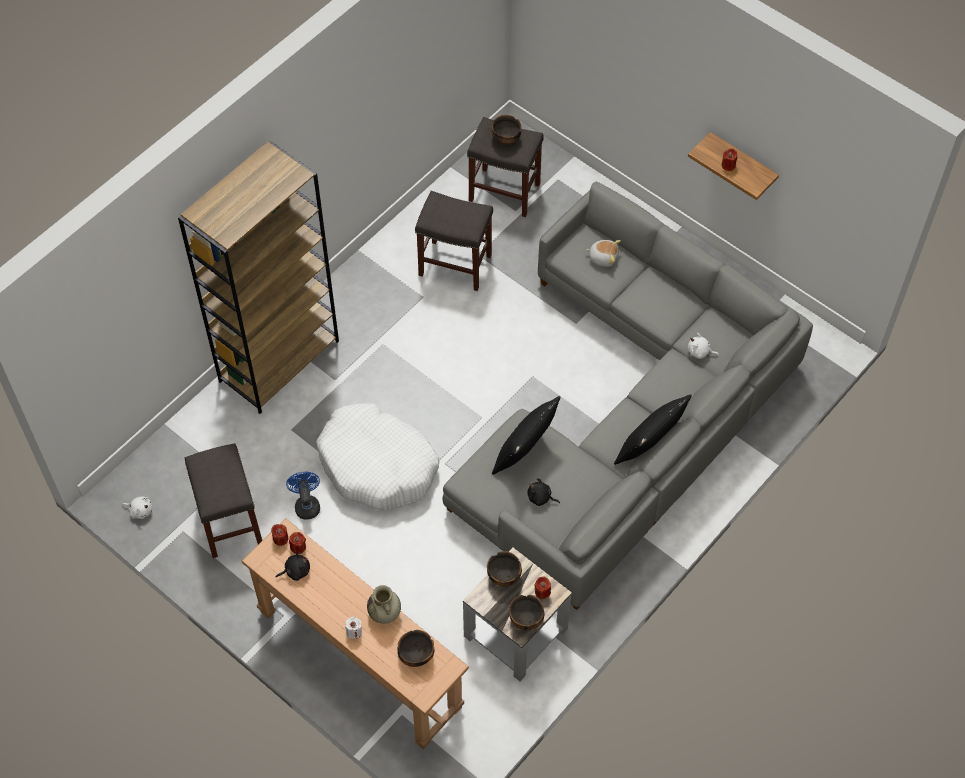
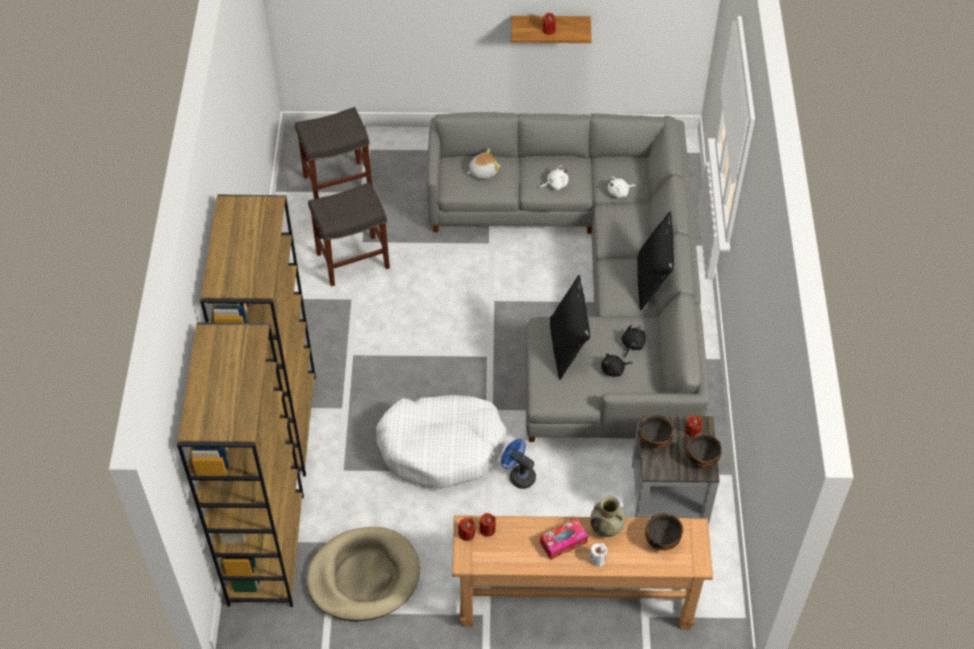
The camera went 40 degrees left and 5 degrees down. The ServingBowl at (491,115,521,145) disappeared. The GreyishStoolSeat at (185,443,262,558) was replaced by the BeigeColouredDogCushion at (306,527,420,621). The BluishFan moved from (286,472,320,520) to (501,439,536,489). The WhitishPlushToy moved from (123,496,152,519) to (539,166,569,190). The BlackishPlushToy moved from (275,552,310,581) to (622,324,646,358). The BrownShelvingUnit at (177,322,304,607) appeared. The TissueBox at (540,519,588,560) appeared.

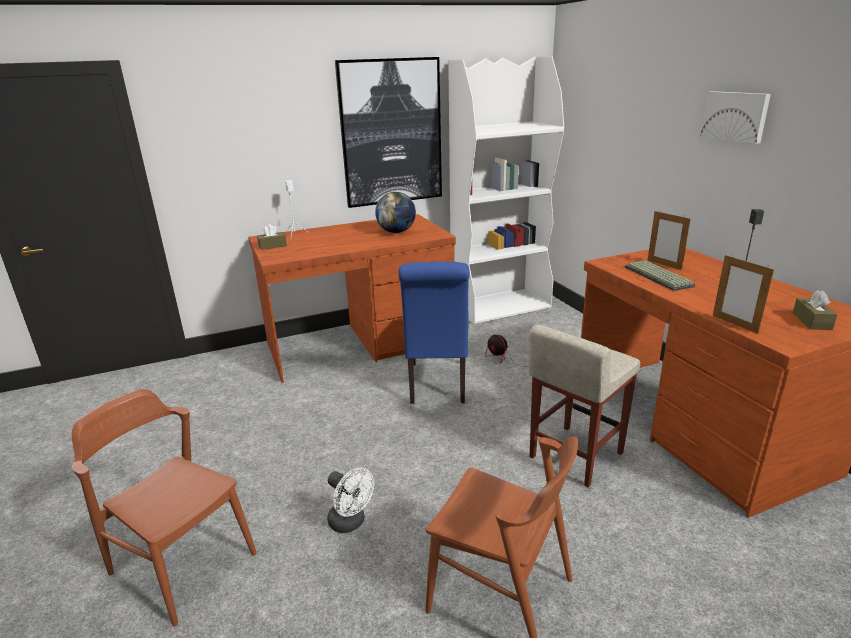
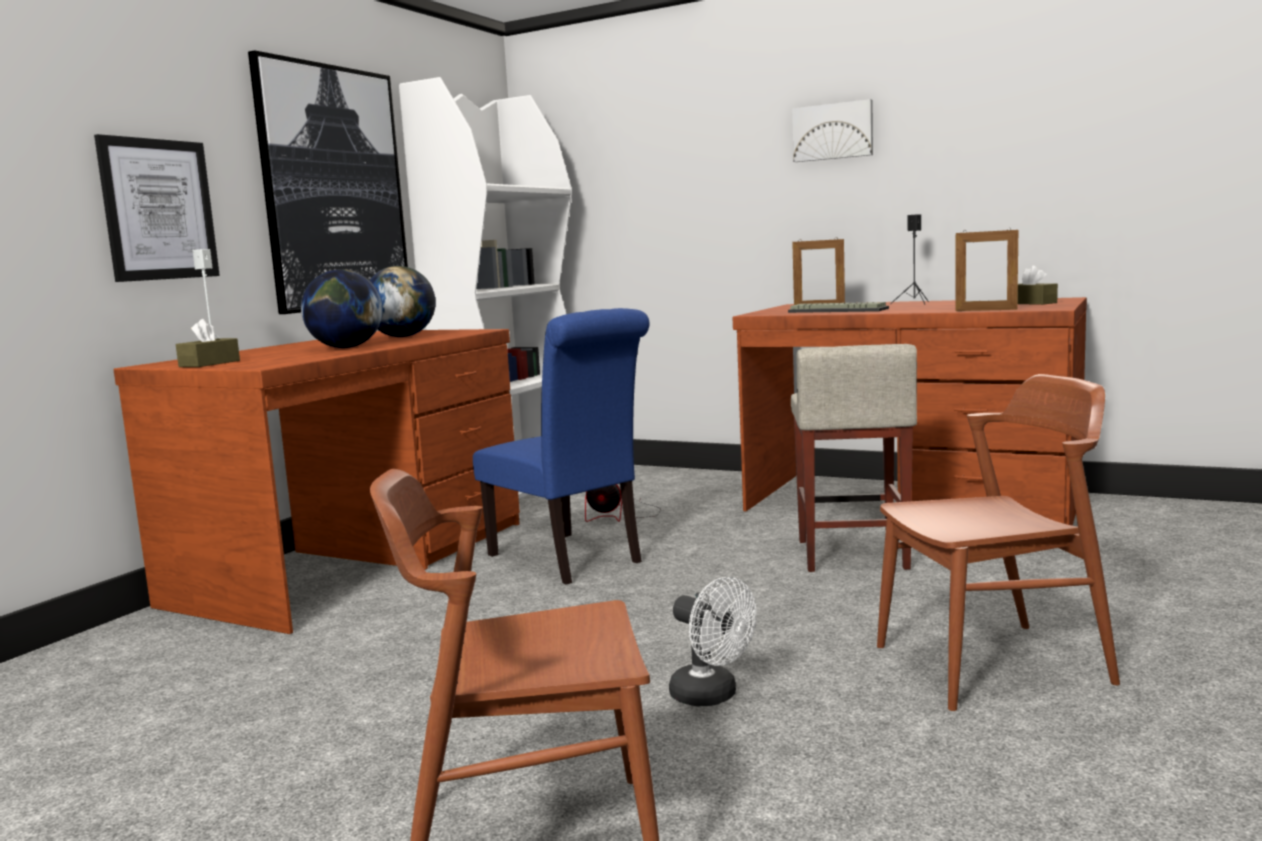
The camera went 40 degrees left and 15 degrees down. The WhitishFan at (327,468,374,533) turned 45 degrees clockwise. The Picture at (94,134,220,282) appeared. The Globe at (301,269,383,348) appeared.

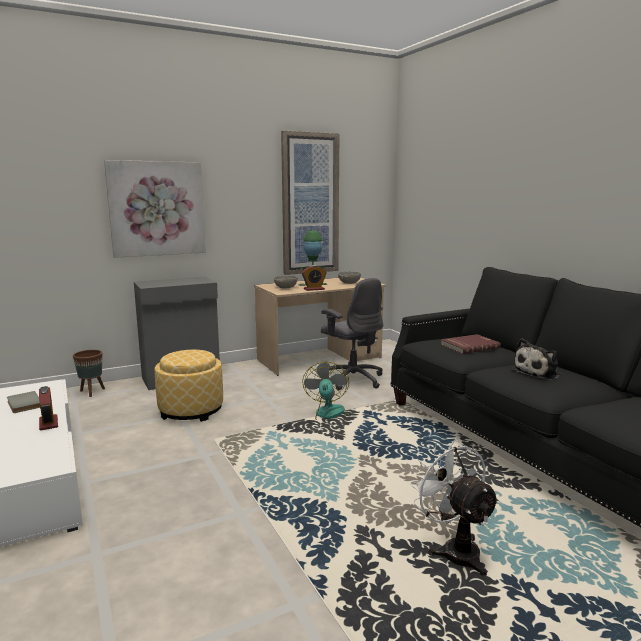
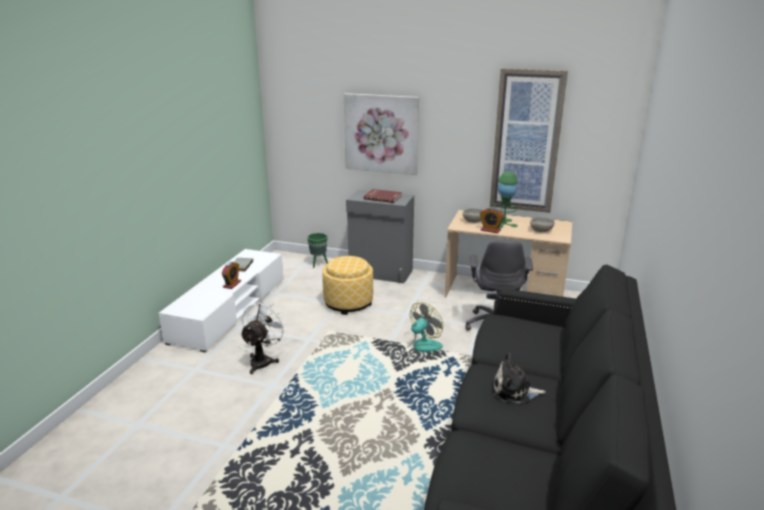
The camera went 45 degrees right and 10 degrees up. The RedColouredVolume moved from (441,334,501,354) to (364,189,402,203). The BrownPlantPot at (73,350,105,397) became the GreenishPlantPot at (307,233,328,268). The WhitishFan moved from (410,440,500,576) to (240,300,288,374).

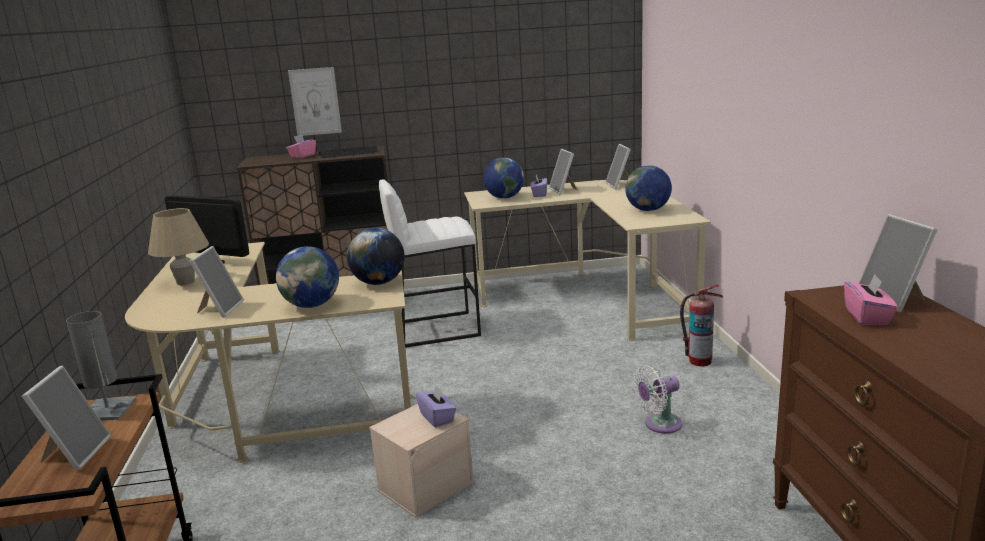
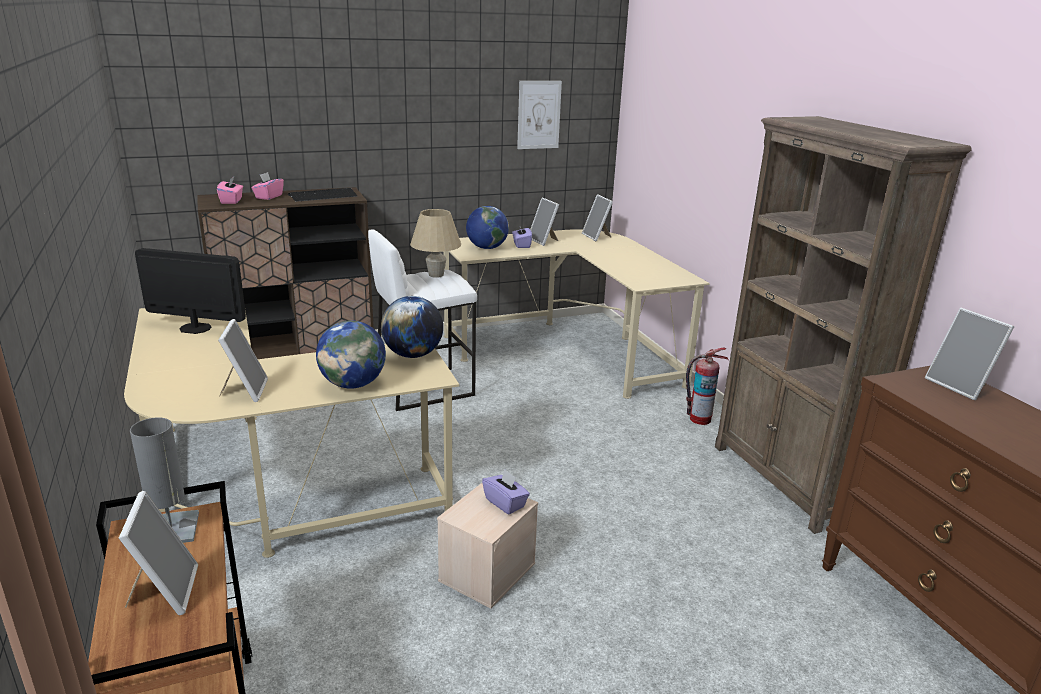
The camera went 15 degrees left and 5 degrees up. The Picture moved from (288,67,342,136) to (517,81,562,149). The Globe at (625,165,672,211) disappeared. The BeigeColouredTableLamp moved from (148,208,209,285) to (410,209,461,278). The PinkColouredTissueBox moved from (844,275,898,325) to (217,177,243,204). The WhitishFan at (634,365,682,434) disappeared. The BrownShelvingUnit at (715,116,972,534) appeared.

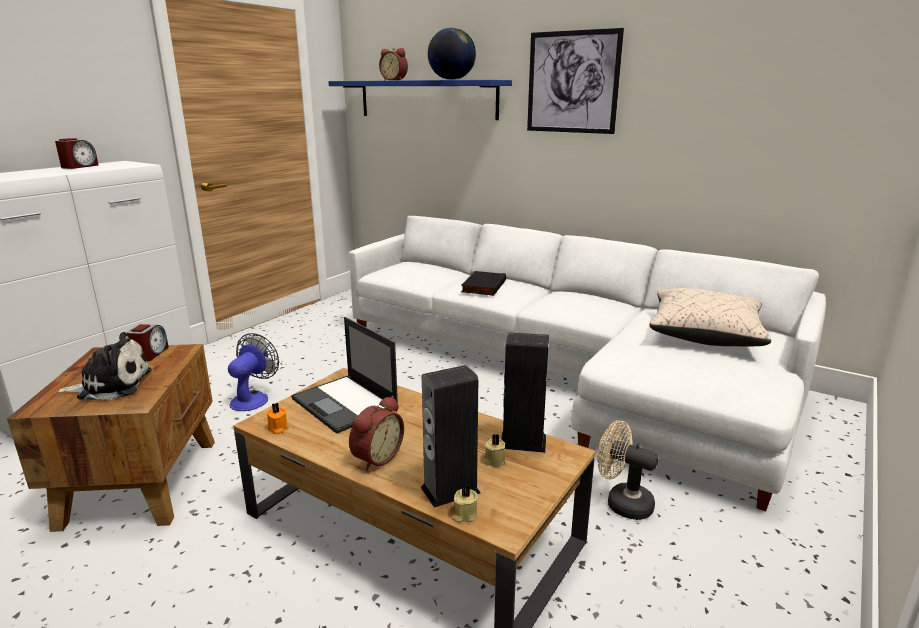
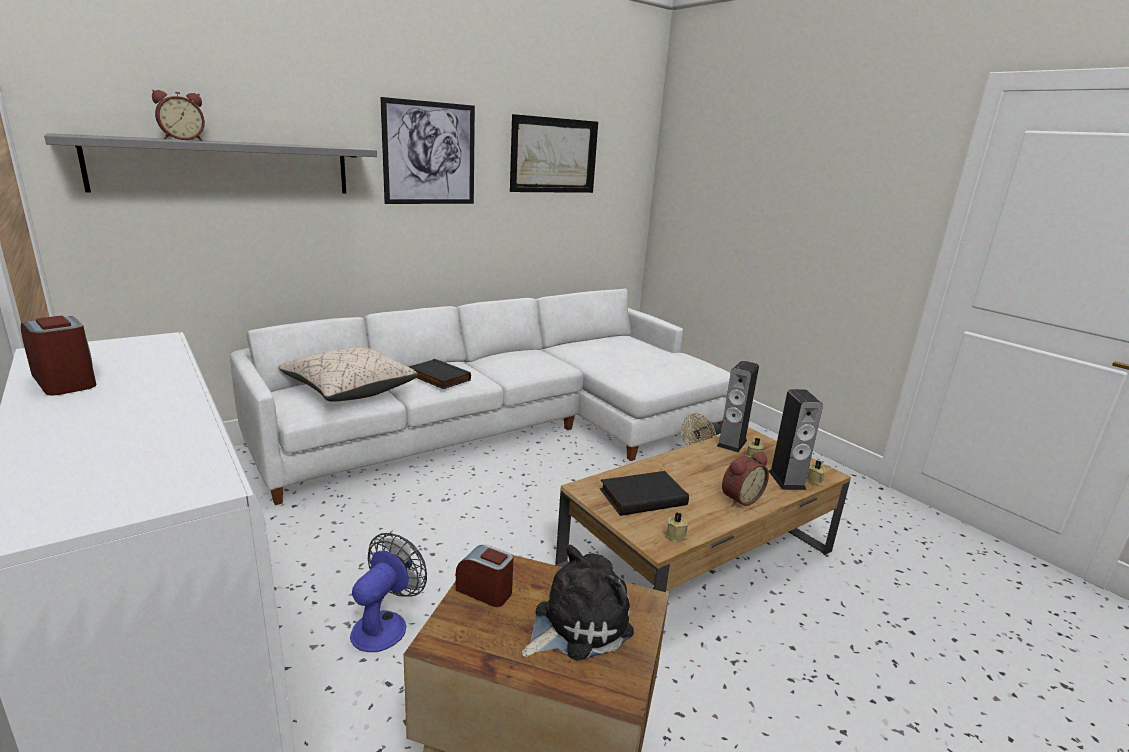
The camera went 70 degrees left and 0 degrees up. The Globe at (428,28,476,80) disappeared. The BluishWallShelf at (328,80,512,120) became the GreyishWallShelf at (44,133,377,194). The BeigeColouredPillow moved from (649,288,771,346) to (278,346,418,402). The PortableComputer at (291,317,399,434) was replaced by the BlackishVolume at (600,471,689,516). The PlushToy at (56,332,152,401) turned 45 degrees clockwise. The Fan at (228,333,279,411) turned 75 degrees clockwise. The AlarmClock at (349,396,404,471) turned 90 degrees clockwise. The OrangeWaxLight at (267,403,289,434) became the BeigeColouredWaxLight at (665,512,688,543). The Picture at (510,114,598,193) appeared.

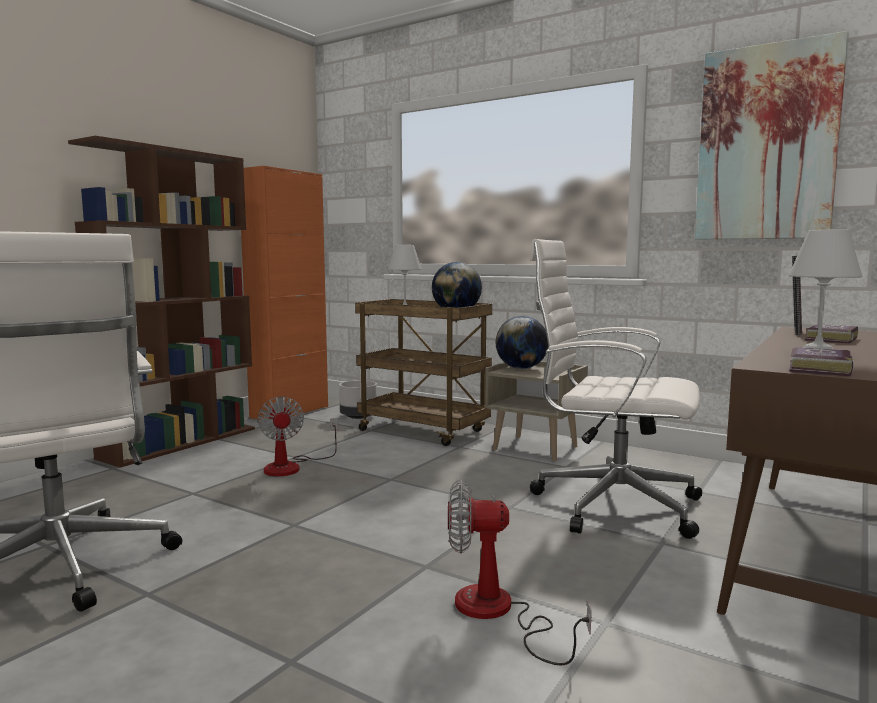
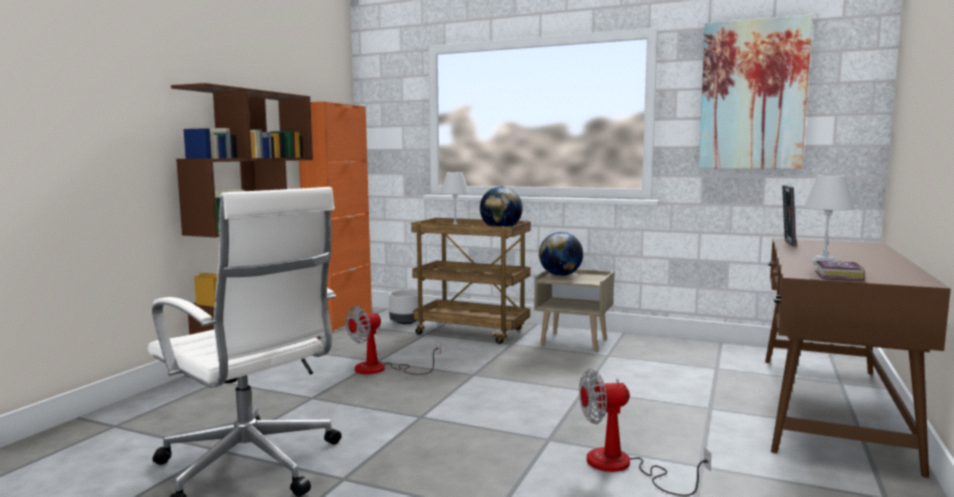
The camera went 10 degrees left and 0 degrees up. The WhitishOfficeChair at (530,239,702,539) disappeared. The Volume at (805,324,858,343) disappeared. The Fan at (257,396,339,476) turned 75 degrees clockwise.

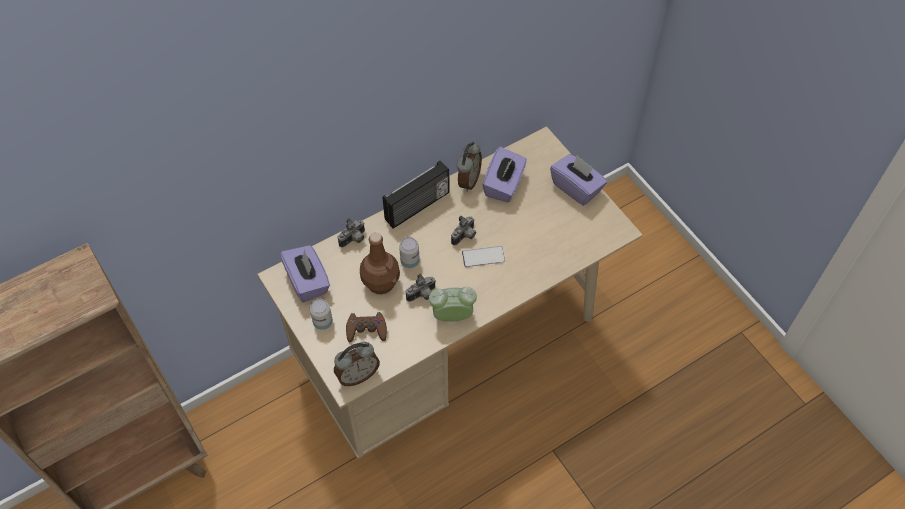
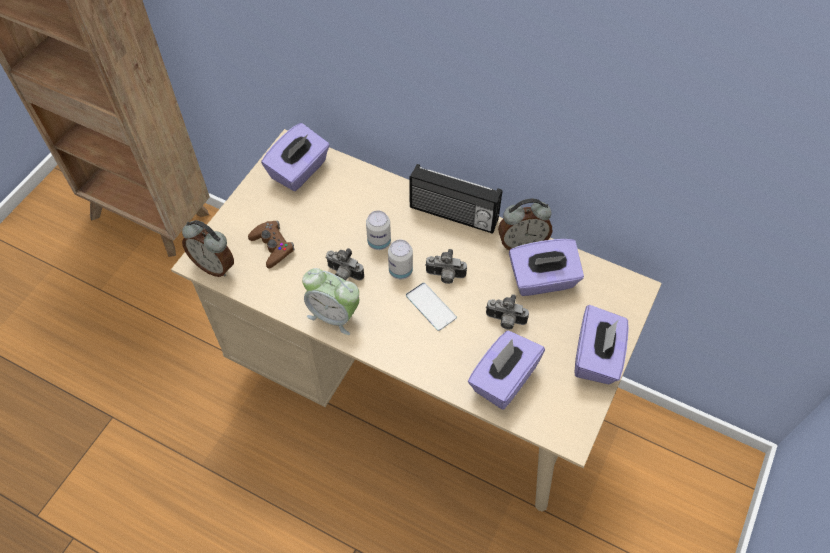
The camera went 60 degrees right and 0 degrees up. The PhotoCamera moved from (338,218,365,248) to (486,294,529,329). The BrownDrinkBottle at (360,232,400,294) disappeared. The AlarmClock at (429,287,477,322) turned 150 degrees clockwise. The Can moved from (310,299,333,330) to (388,240,413,279). The PurplishTissueBox at (468,330,545,410) appeared.

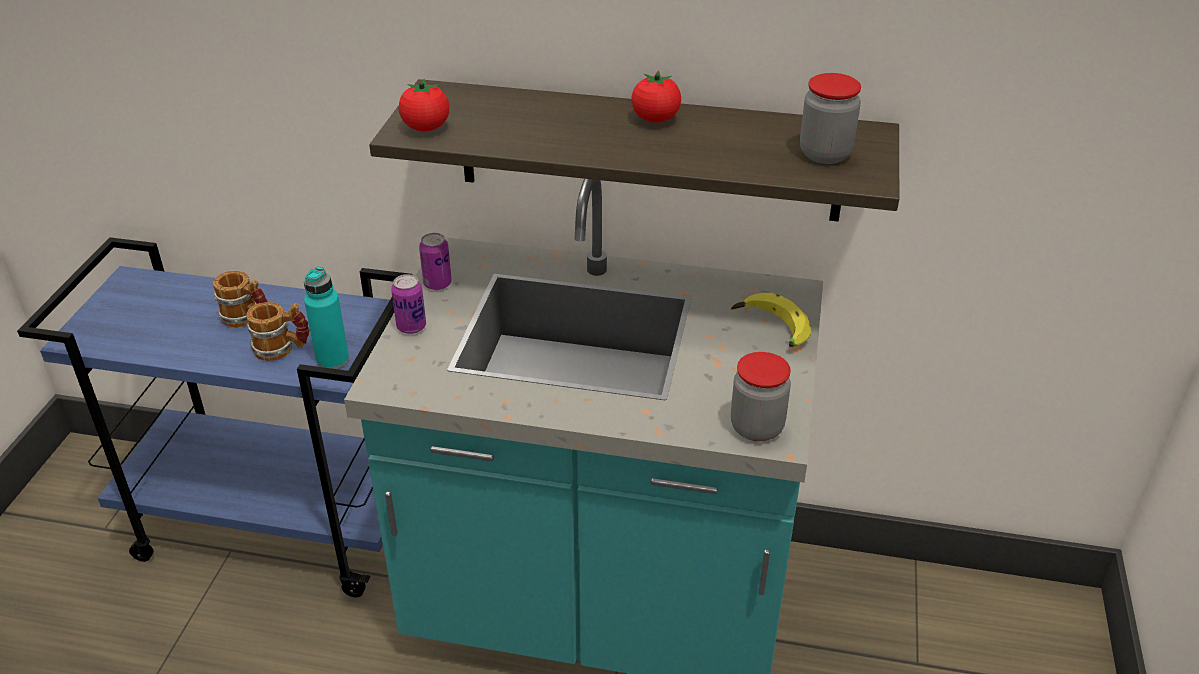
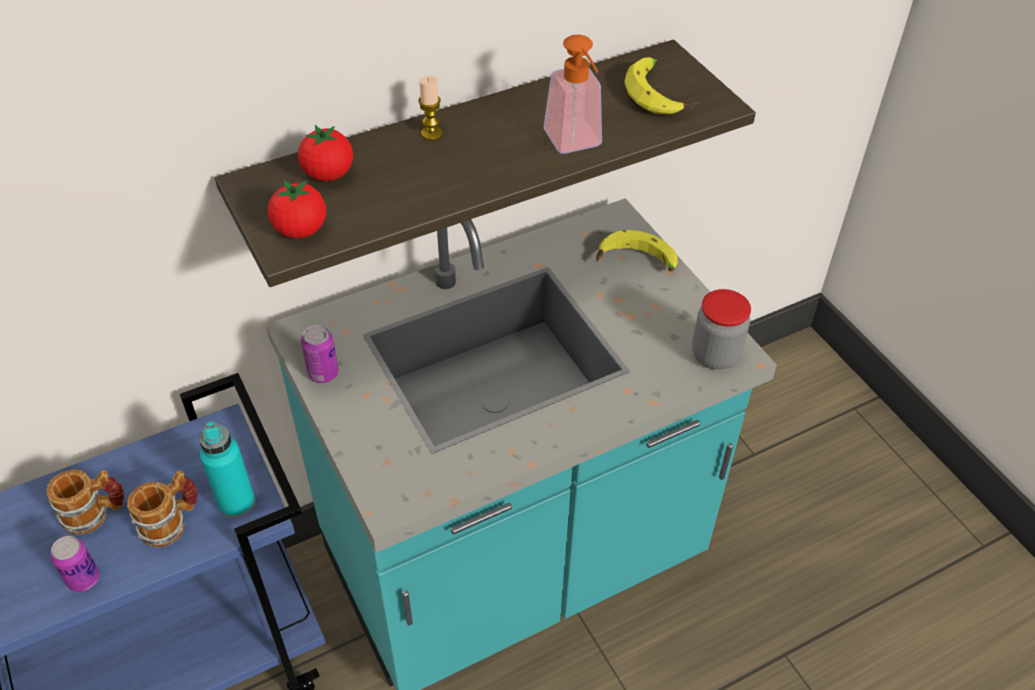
The camera went 40 degrees left and 10 degrees up. The WholeTomato moved from (631,71,681,123) to (298,125,353,181). The Jar at (800,73,861,164) was replaced by the BananaFruit at (625,57,699,114). The Can moved from (391,274,426,334) to (50,536,100,592). The LiquidSoapBottle at (544,35,602,154) appeared. The WaxLight at (418,76,442,140) appeared.

